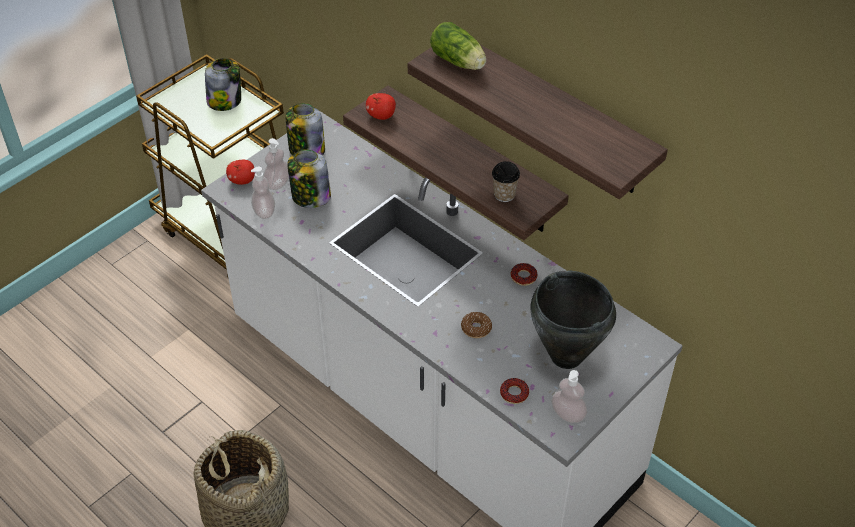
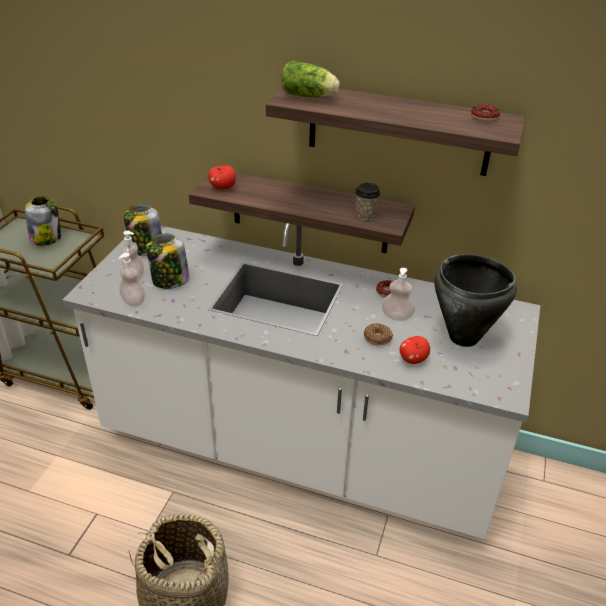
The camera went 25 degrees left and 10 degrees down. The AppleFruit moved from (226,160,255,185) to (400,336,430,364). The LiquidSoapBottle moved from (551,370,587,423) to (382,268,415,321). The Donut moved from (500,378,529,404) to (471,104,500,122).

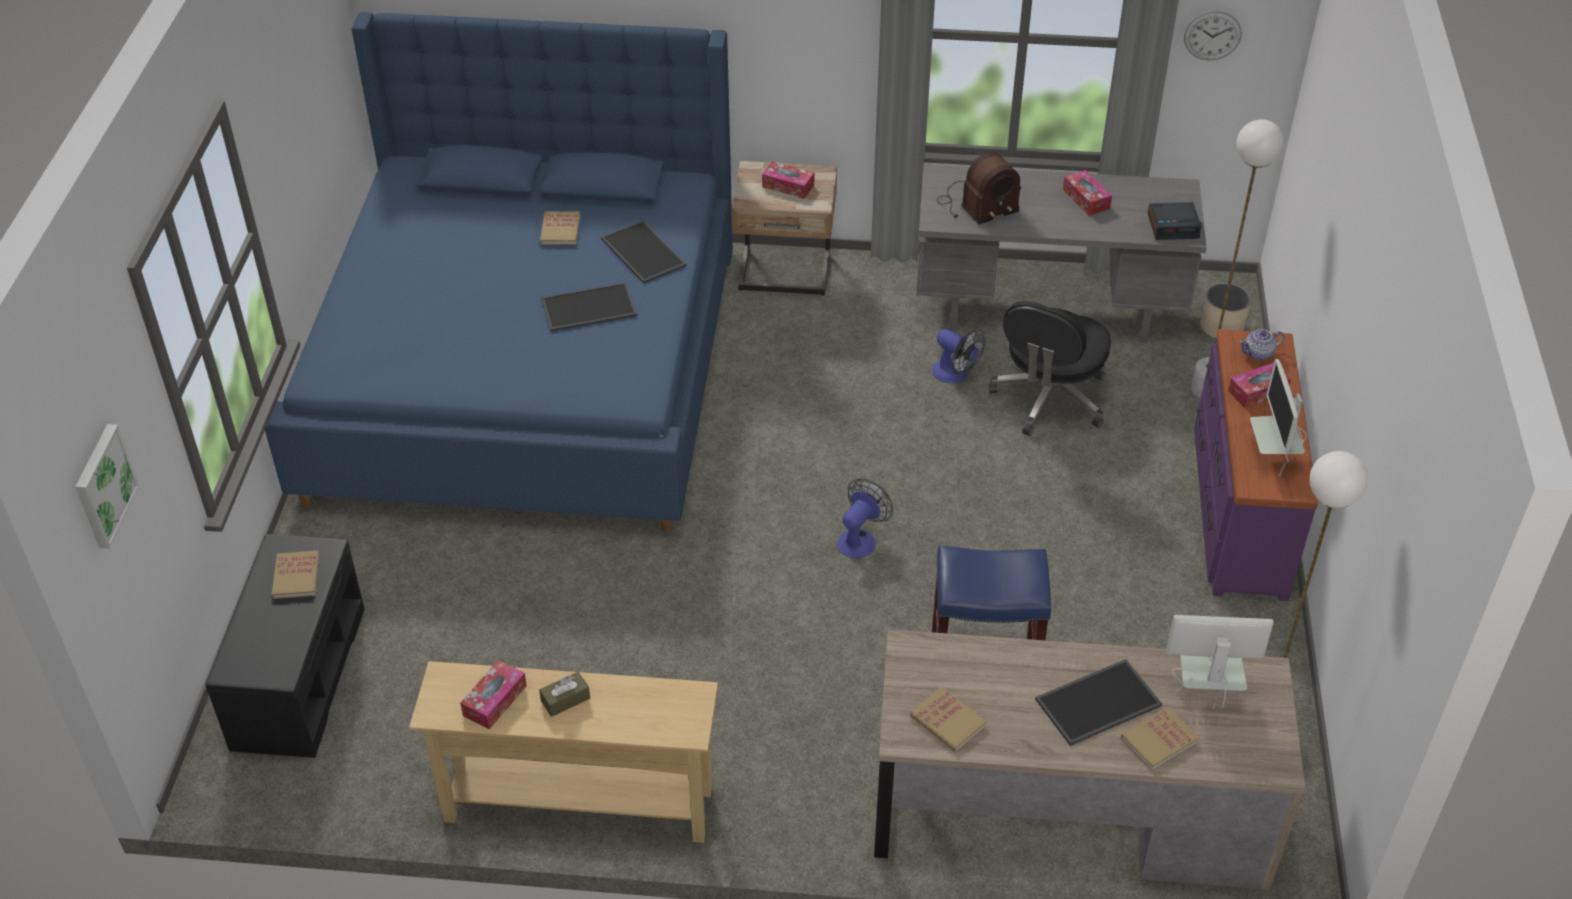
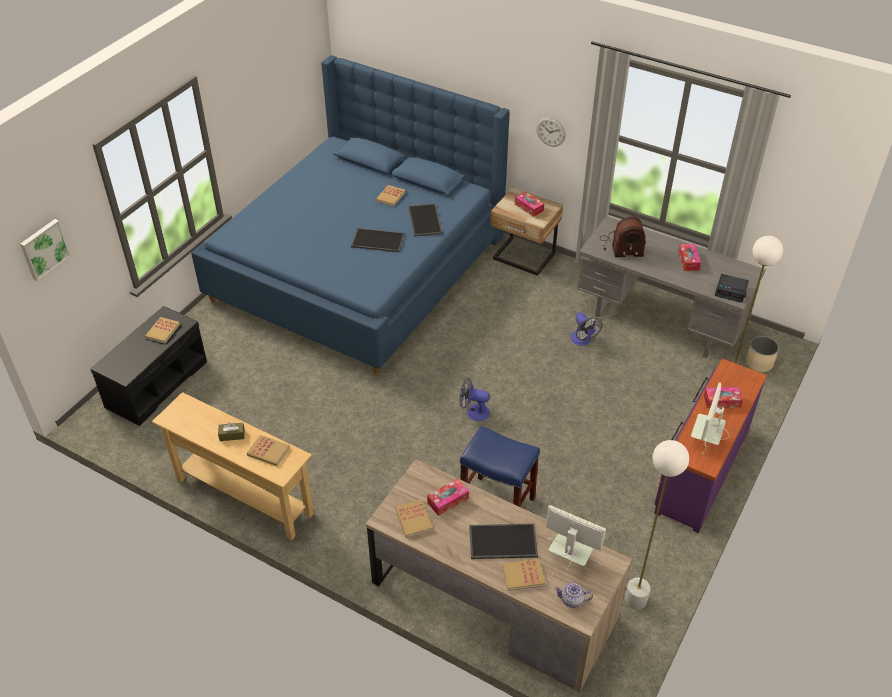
The camera went 25 degrees right and 0 degrees up. The WallClock moved from (1184,11,1242,60) to (536,117,566,147). The BlackishOfficeChair at (989,301,1111,436) disappeared. The Teapot moved from (1239,329,1284,360) to (554,583,593,608). The Fan at (837,479,893,558) turned 135 degrees counterclockwise. The TissueBox moved from (460,660,527,729) to (427,478,469,516). The Volume at (247,435,290,466) appeared.

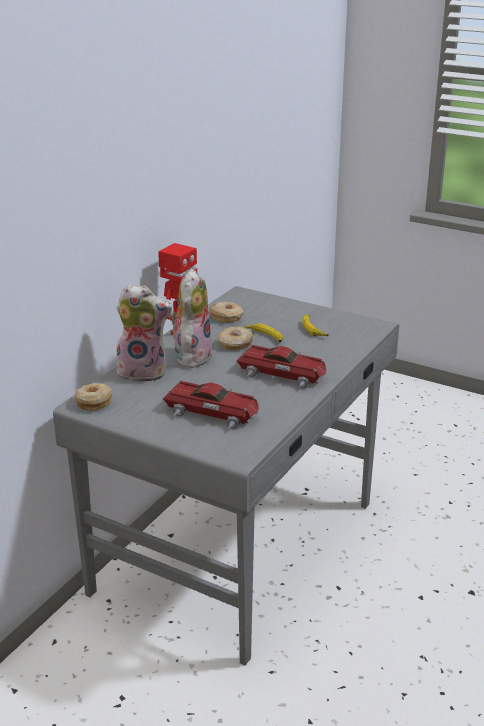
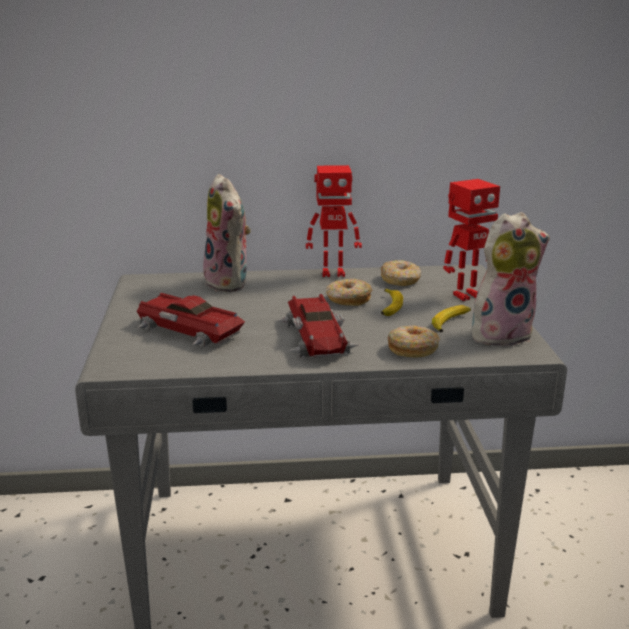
The camera went 55 degrees right and 5 degrees down. The PlushToy moved from (169,269,213,368) to (472,212,550,346). The ToyCar at (163,381,259,429) turned 135 degrees clockwise. The Donut moved from (75,383,112,411) to (388,326,440,357). The ModelRobot at (443,179,500,301) appeared.

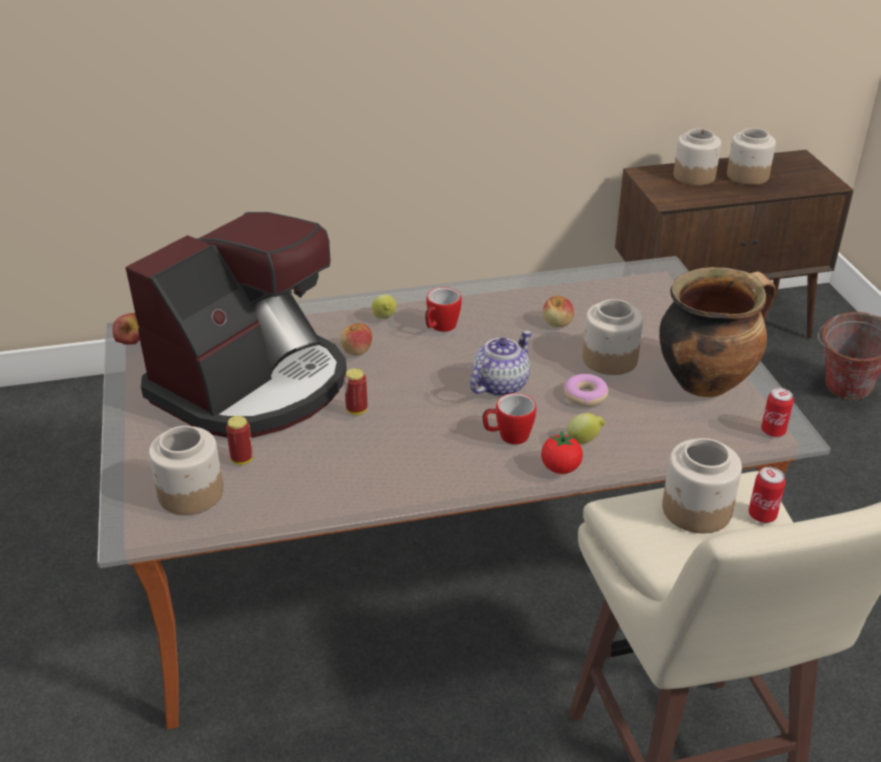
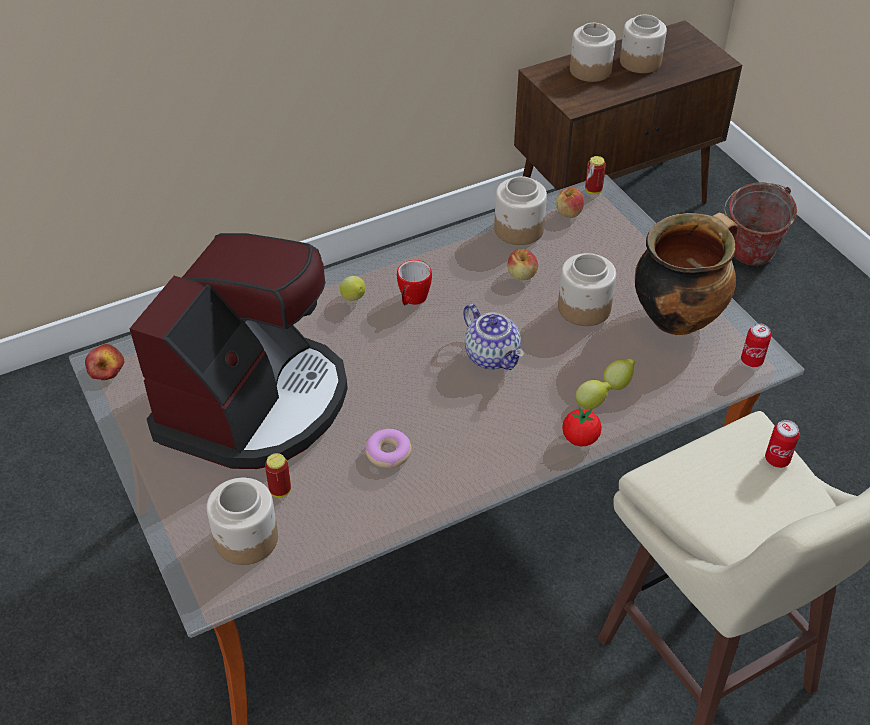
The camera went 15 degrees left and 10 degrees up. The AppleFruit moved from (340,323,372,356) to (556,188,584,218). The Teapot at (470,331,532,397) turned 120 degrees clockwise. The Can moved from (344,368,367,415) to (585,156,606,194). The Donut moved from (563,374,609,407) to (365,429,412,468). The Mug at (483,393,536,445) disappeared. The Jar moved from (662,438,742,533) to (494,176,547,245). The Lemon at (603,358,635,390) appeared.

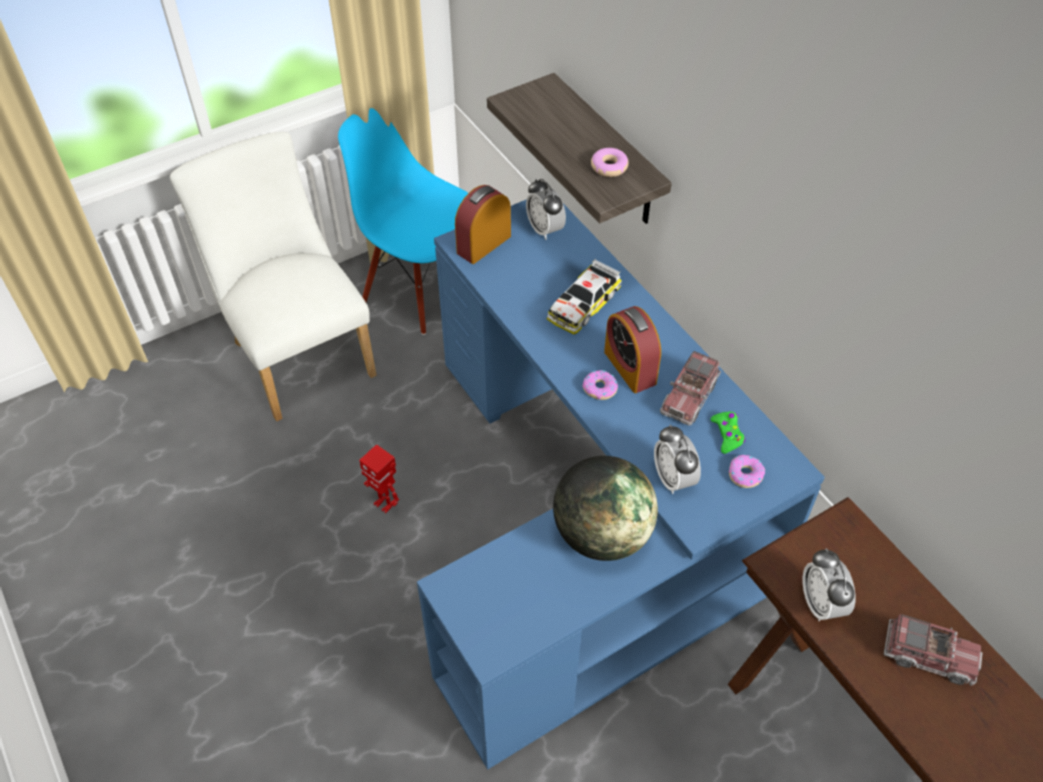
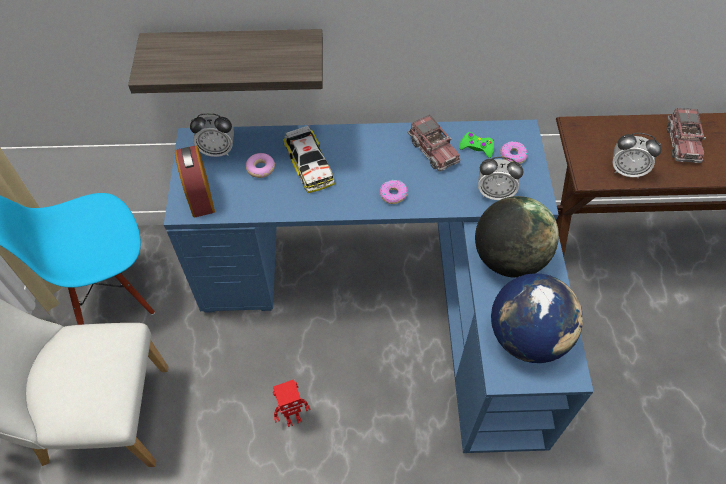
The camera went 60 degrees left and 5 degrees up. The Donut moved from (591,148,629,177) to (245,153,275,178). The AlarmClock at (604,306,661,393) disappeared. The ModelTruck at (884,614,983,686) turned 135 degrees clockwise. The Globe at (491,273,583,363) appeared.

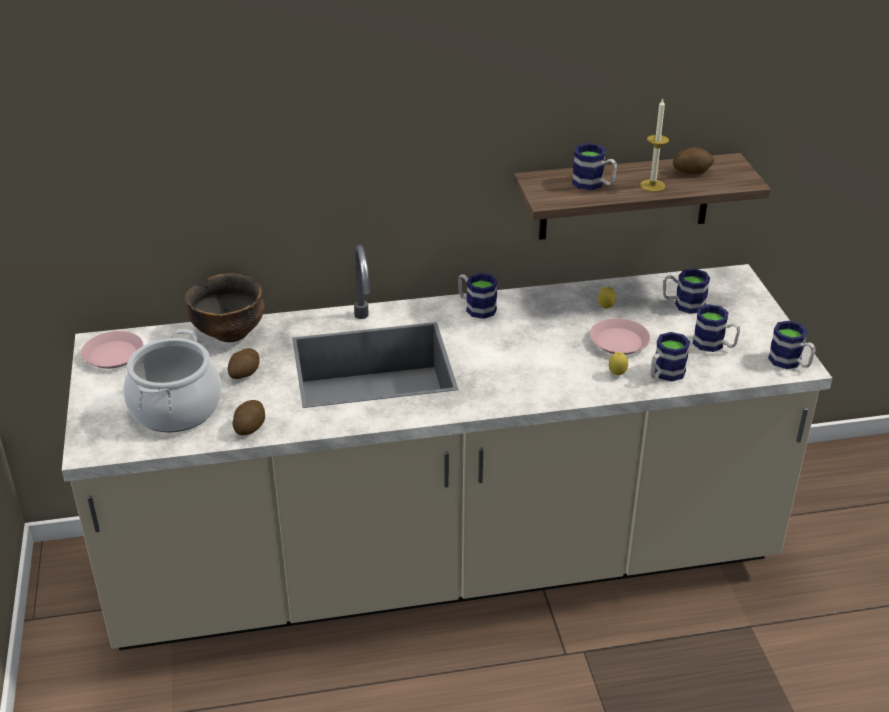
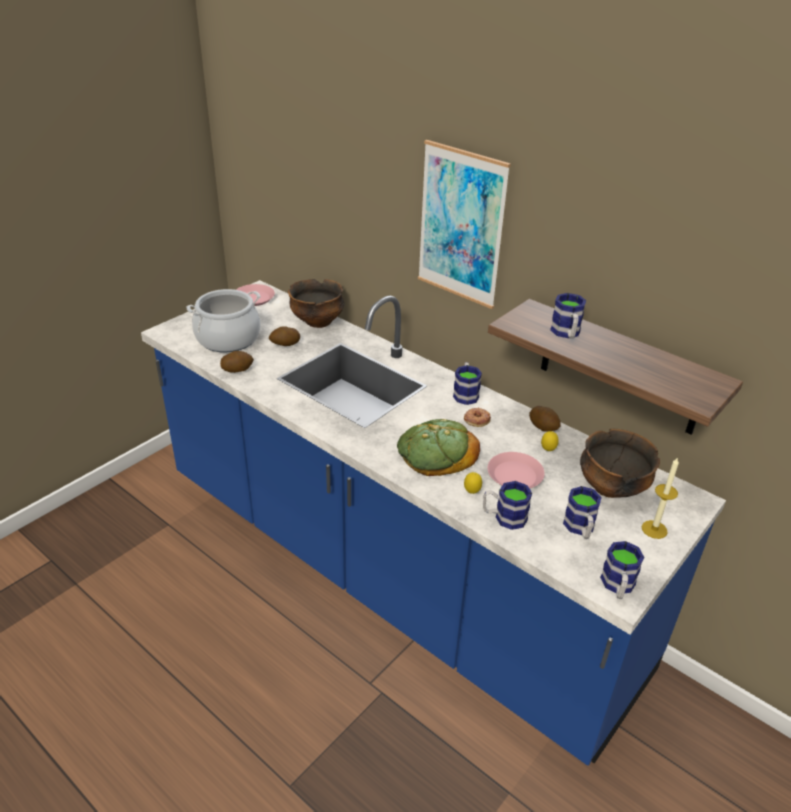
The camera went 50 degrees right and 0 degrees up. The WaxLight moved from (640,99,669,192) to (642,457,679,539). The Spud moved from (673,147,714,174) to (529,406,560,432). The BeigeColouredKitchenBaseUnit at (62,245,832,650) became the BluishKitchenBaseUnit at (141,280,726,766). The Mug at (663,268,710,314) was replaced by the ServingBowl at (580,429,660,498). The Picture at (418,140,511,309) appeared. The Donut at (464,407,491,427) appeared. The BakeryBread at (397,419,480,476) appeared.

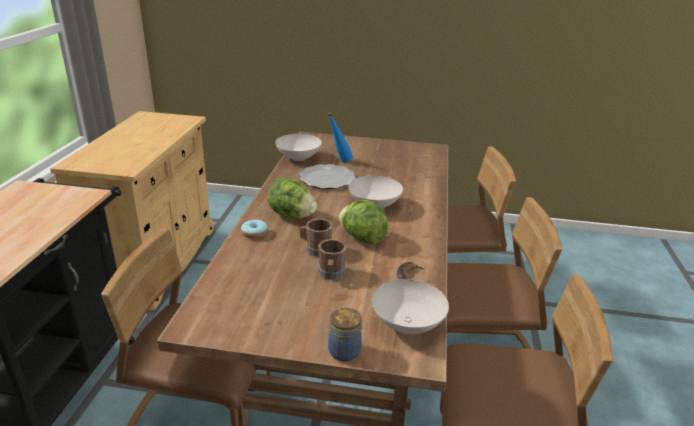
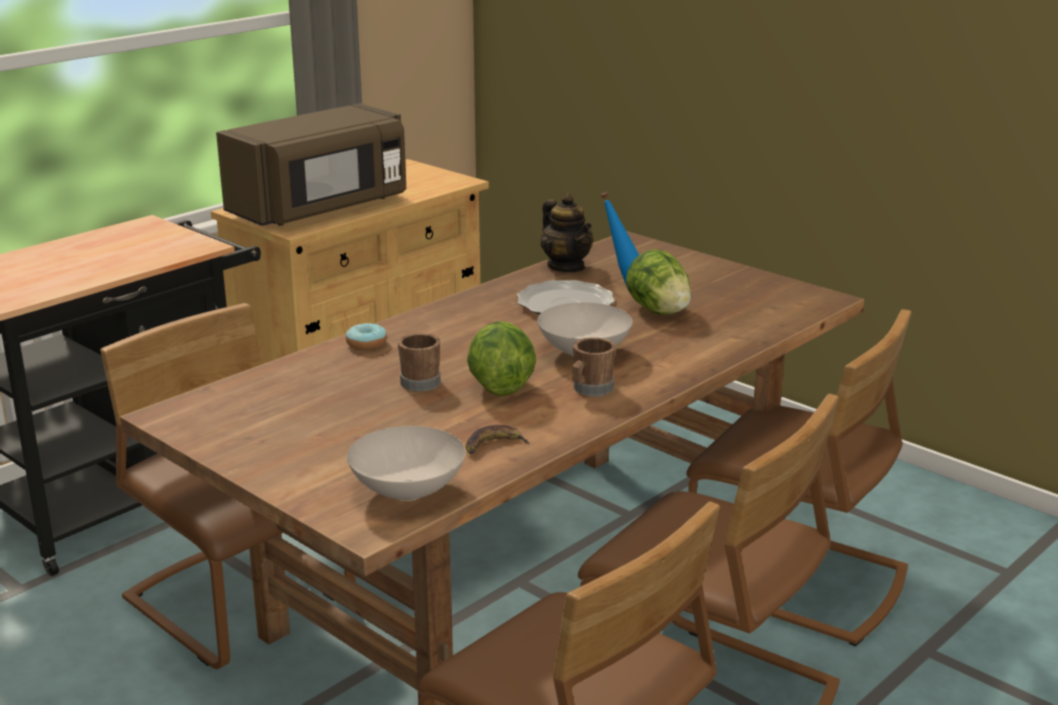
The camera went 35 degrees right and 5 degrees down. The WhitishServingBowl at (275,134,322,161) was replaced by the Teapot at (540,193,593,272). The Lettuce moved from (268,178,317,219) to (626,249,691,315). The BrownMug moved from (318,239,347,280) to (572,337,616,397). The Jar at (328,308,362,361) disappeared. The BrownKitchenMicrowave at (216,103,406,226) appeared.

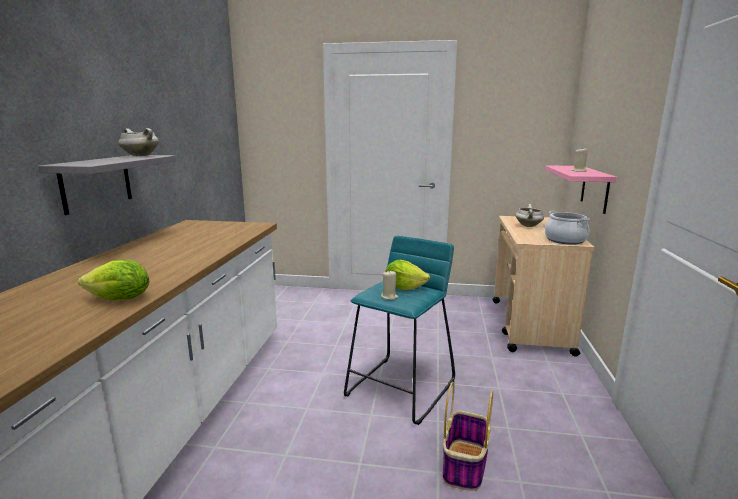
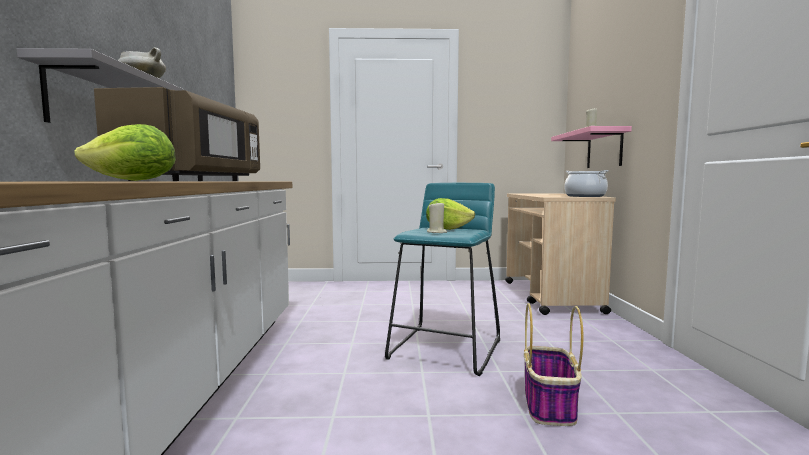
The camera went 10 degrees left and 10 degrees down. The WhitishSaucepot at (515,204,544,227) disappeared. The BrownKitchenMicrowave at (94,87,260,181) appeared.

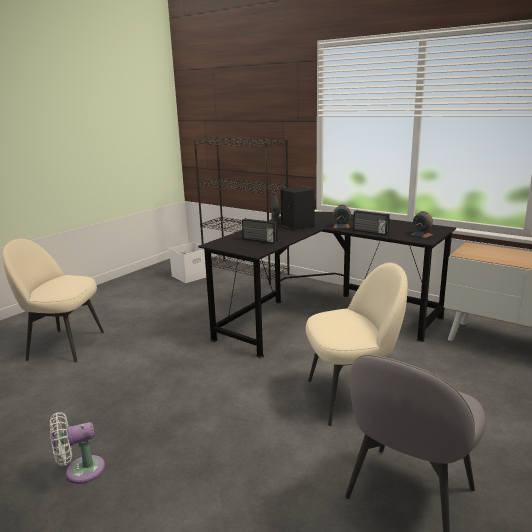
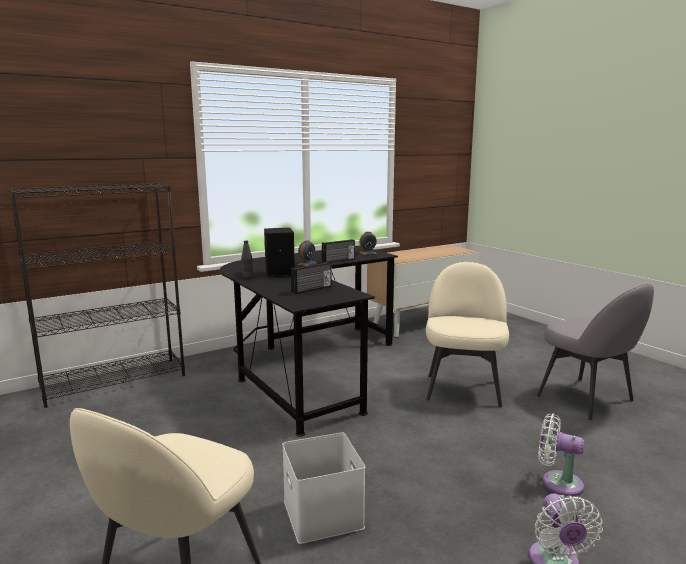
The camera went 70 degrees left and 5 degrees down. The WhitishStorageBin moved from (169,242,206,283) to (282,433,365,544). The WhitishFan at (538,414,585,496) appeared.

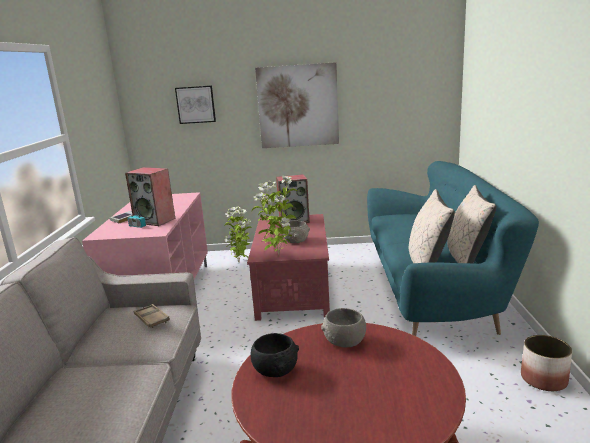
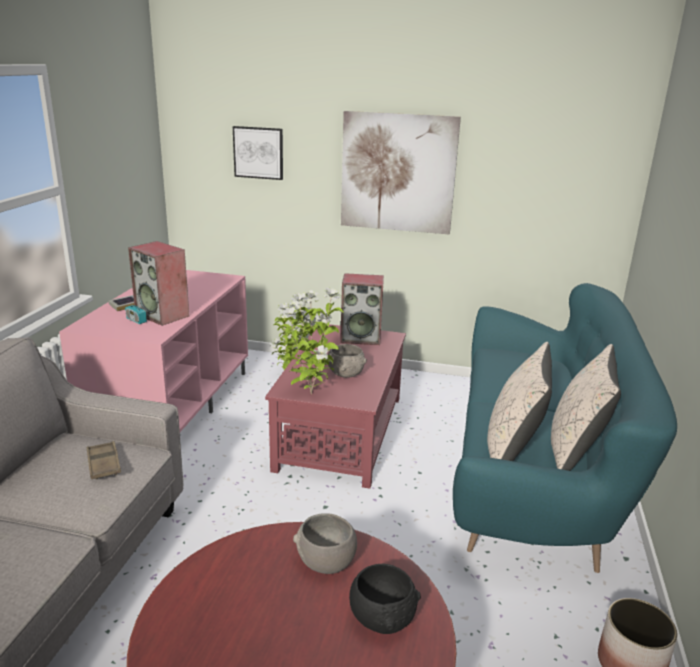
The camera went 10 degrees right and 5 degrees up. The BlackishServingBowl moved from (250,333,299,377) to (349,564,421,634).

